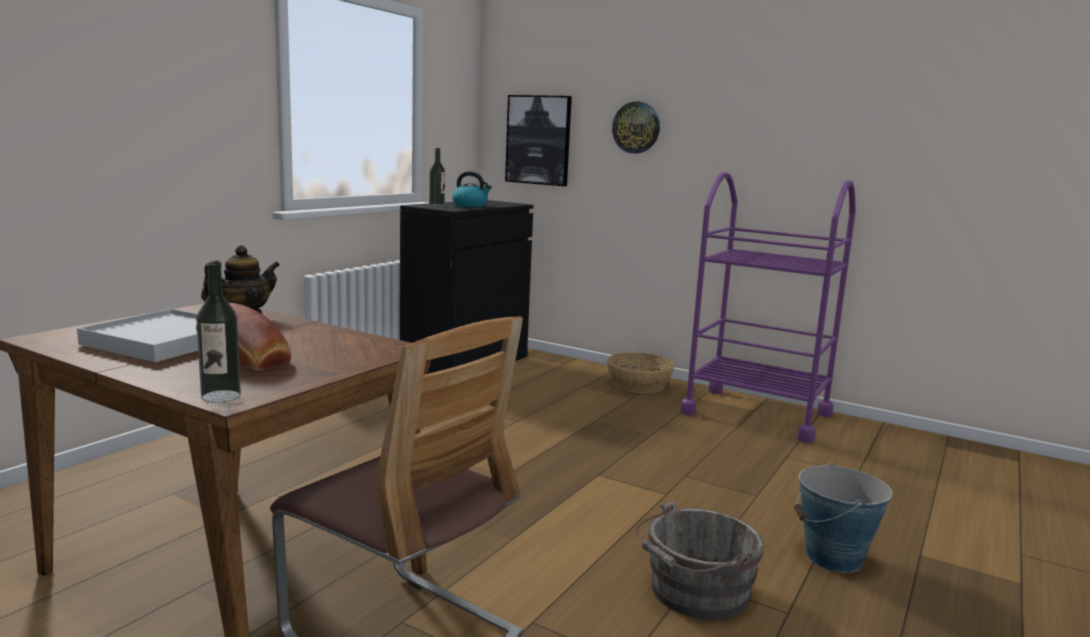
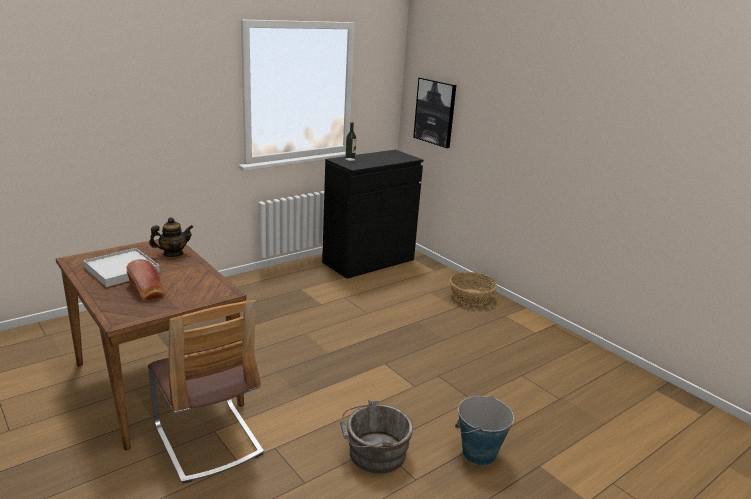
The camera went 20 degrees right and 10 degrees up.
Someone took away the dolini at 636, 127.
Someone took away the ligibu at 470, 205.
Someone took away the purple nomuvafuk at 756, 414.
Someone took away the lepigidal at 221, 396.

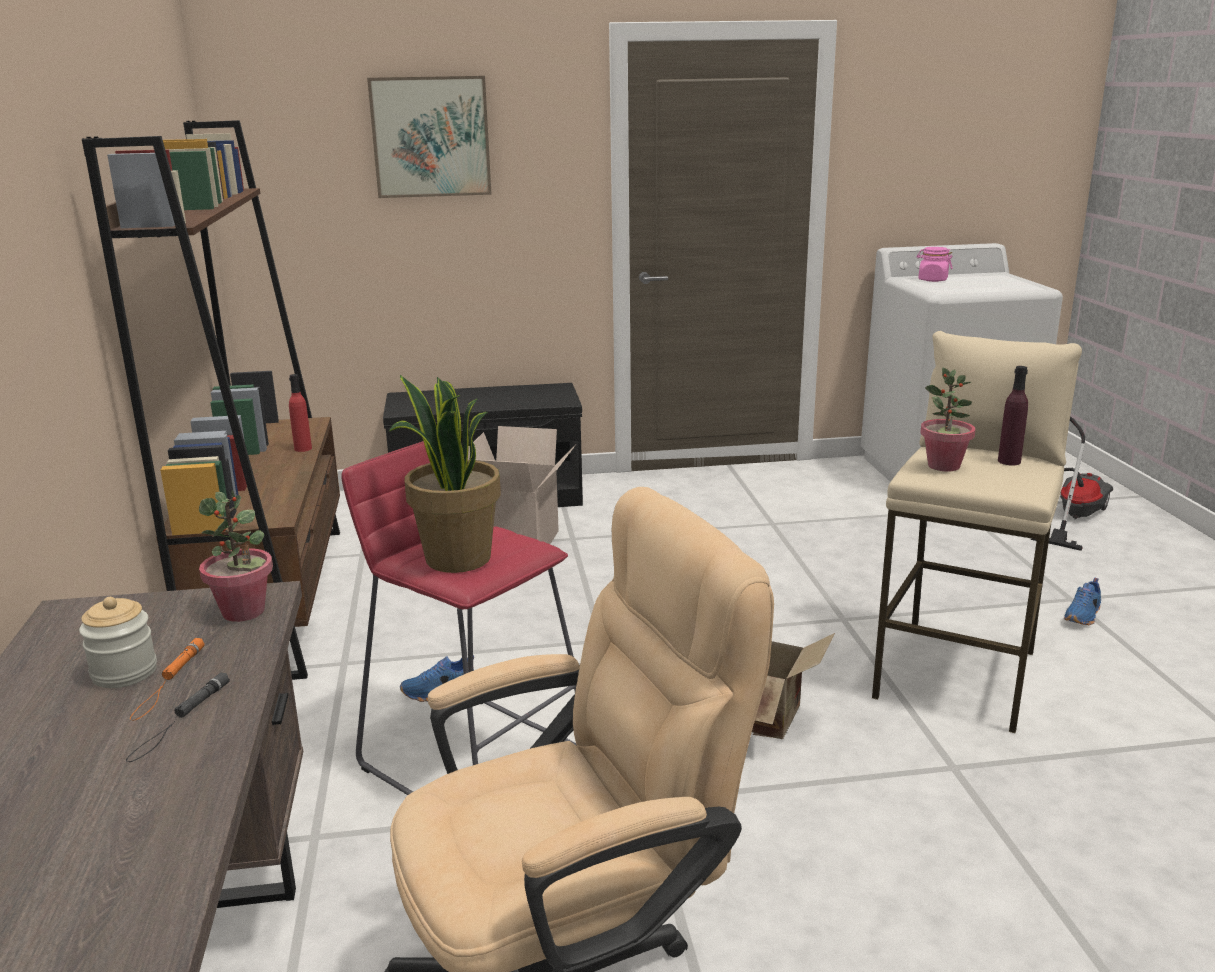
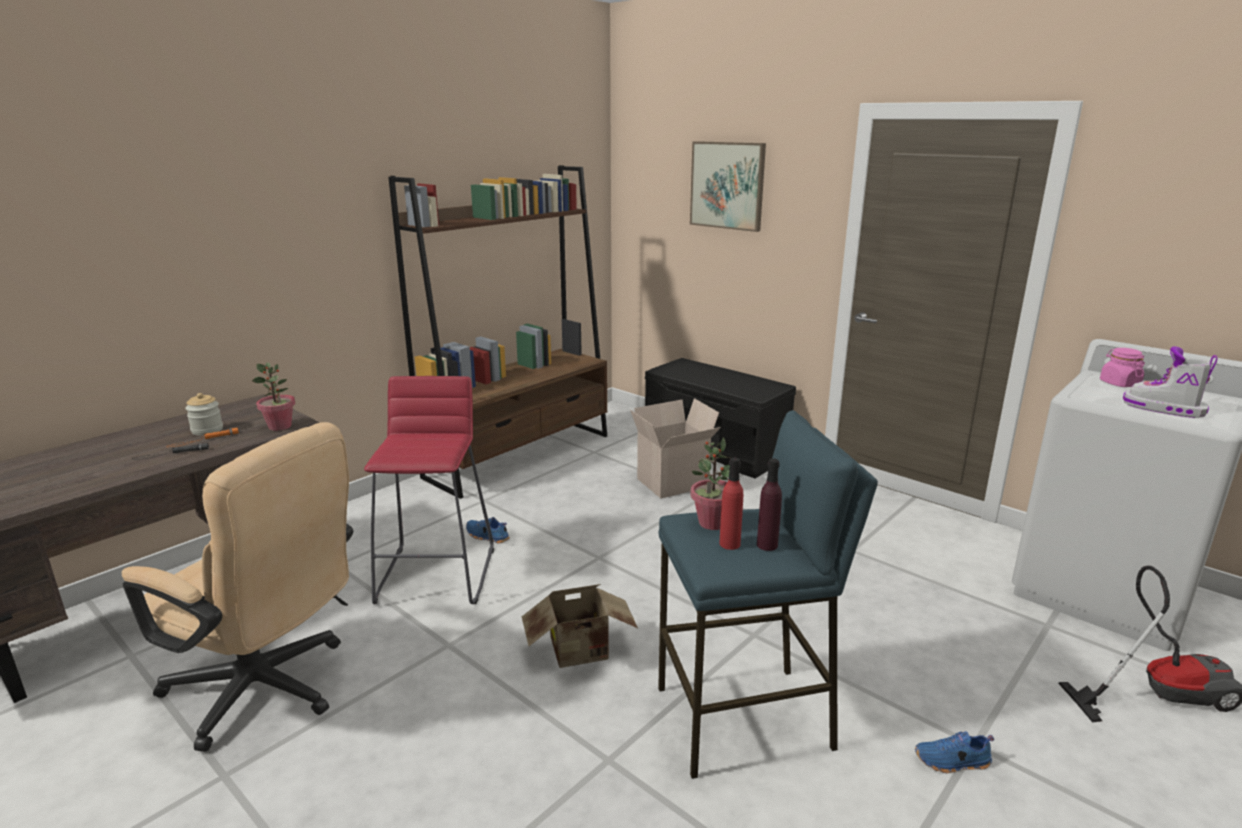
The camera went 50 degrees right and 0 degrees up.
Someone repainted the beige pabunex at 958, 674, which became the blue pabunex at 745, 719.
Someone carried the red lepigidal from 303, 449 to 729, 544.
Someone took away the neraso at 456, 559.
Someone put down the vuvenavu at 1163, 409.

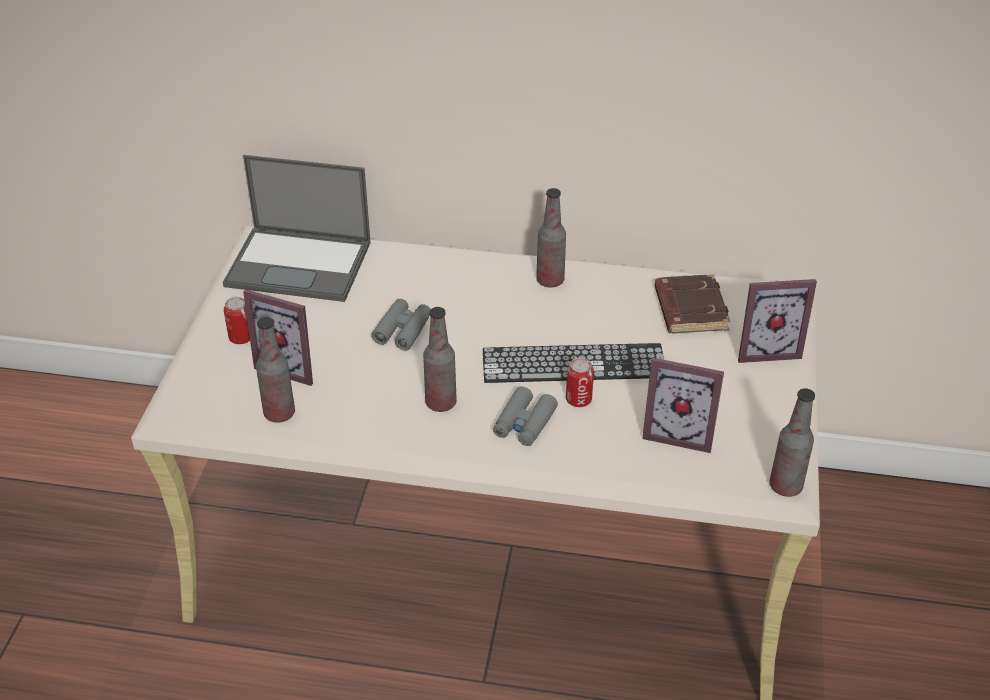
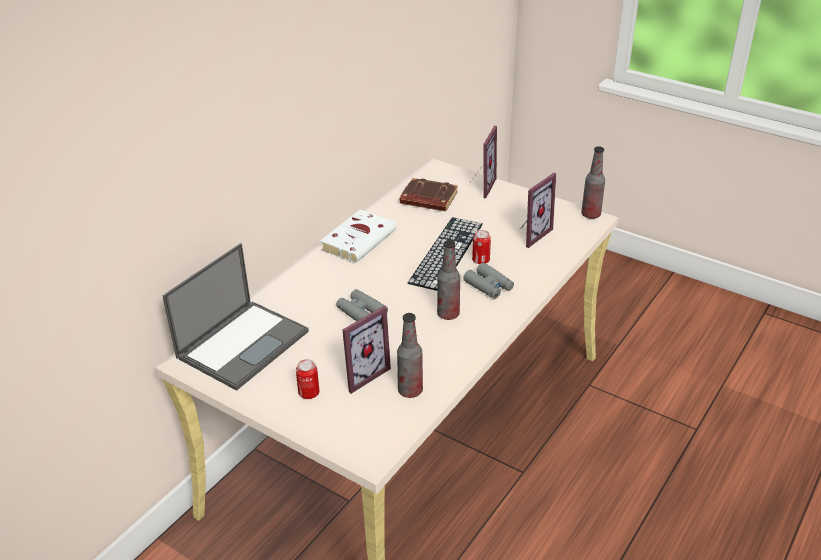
The camera went 65 degrees left and 5 degrees down.
Someone swapped the lepigidal at 550, 280 for the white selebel at 359, 239.

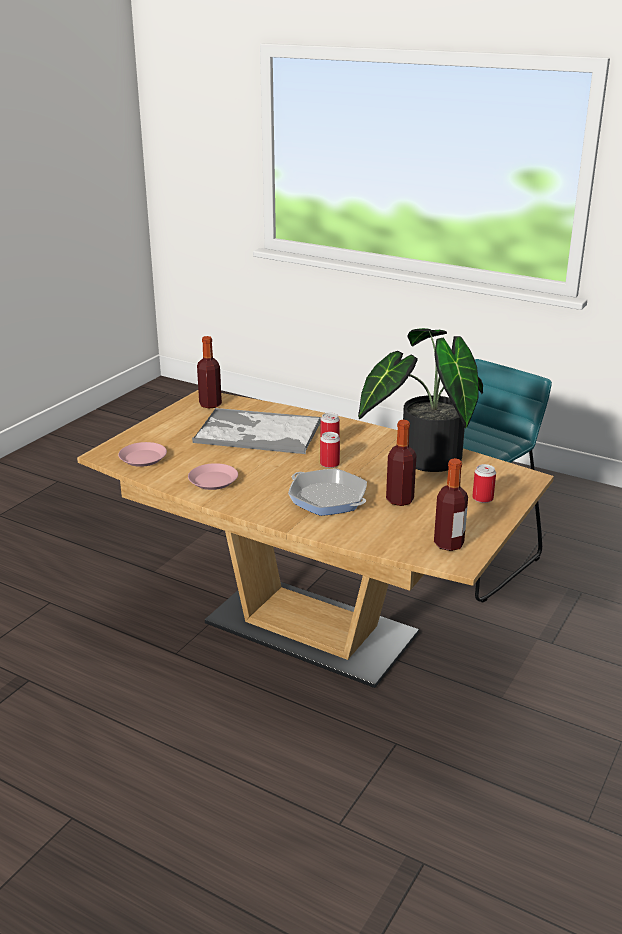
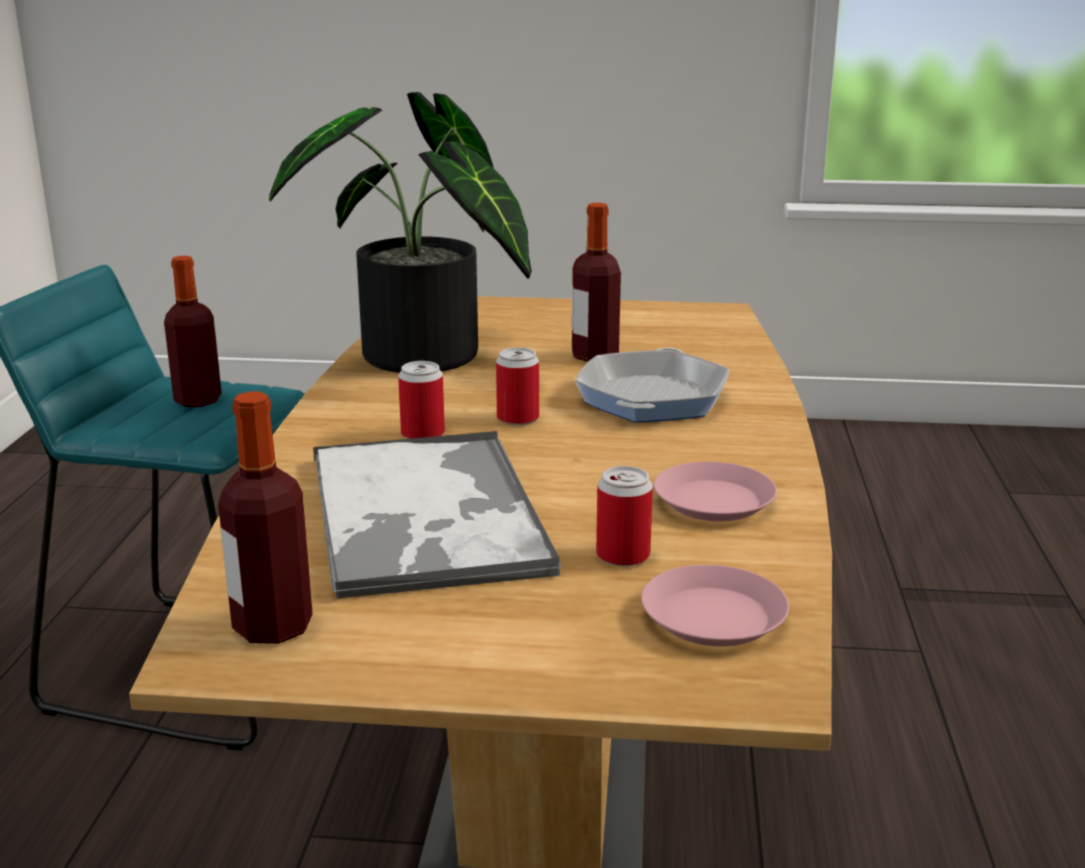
The camera went 115 degrees left and 5 degrees down.
Someone carried the lepigidal from 448, 544 to 198, 400.
Someone carried the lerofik from 482, 498 to 623, 555.

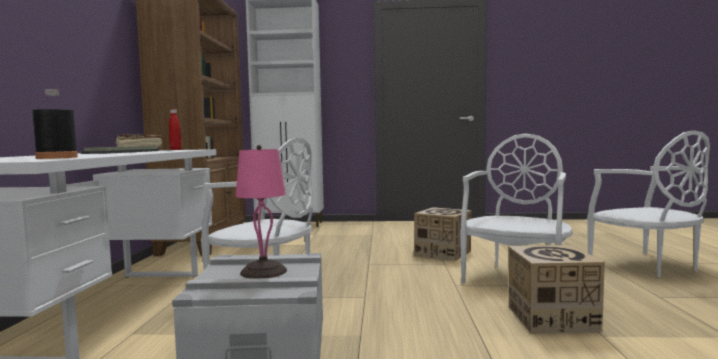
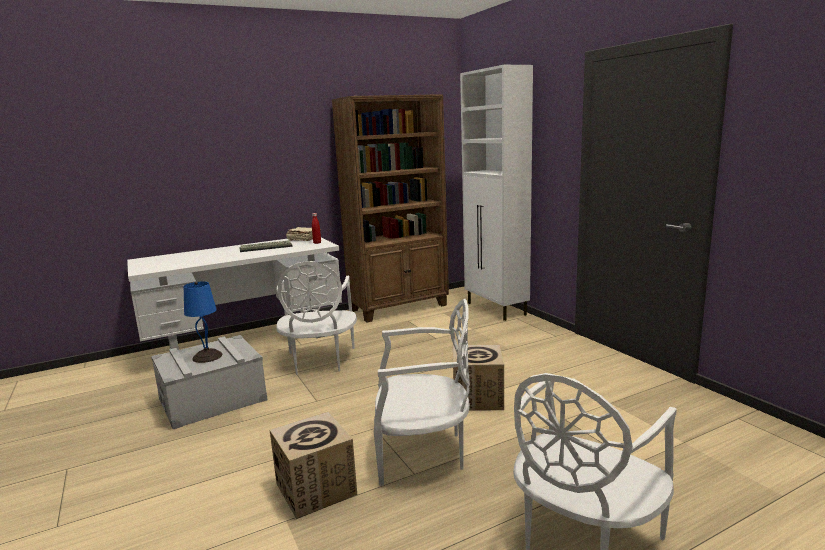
The camera went 60 degrees right and 10 degrees up.
Someone took away the black lepigidal at 57, 158.
Someone repainted the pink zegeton at 262, 271, which became the blue zegeton at 207, 356.

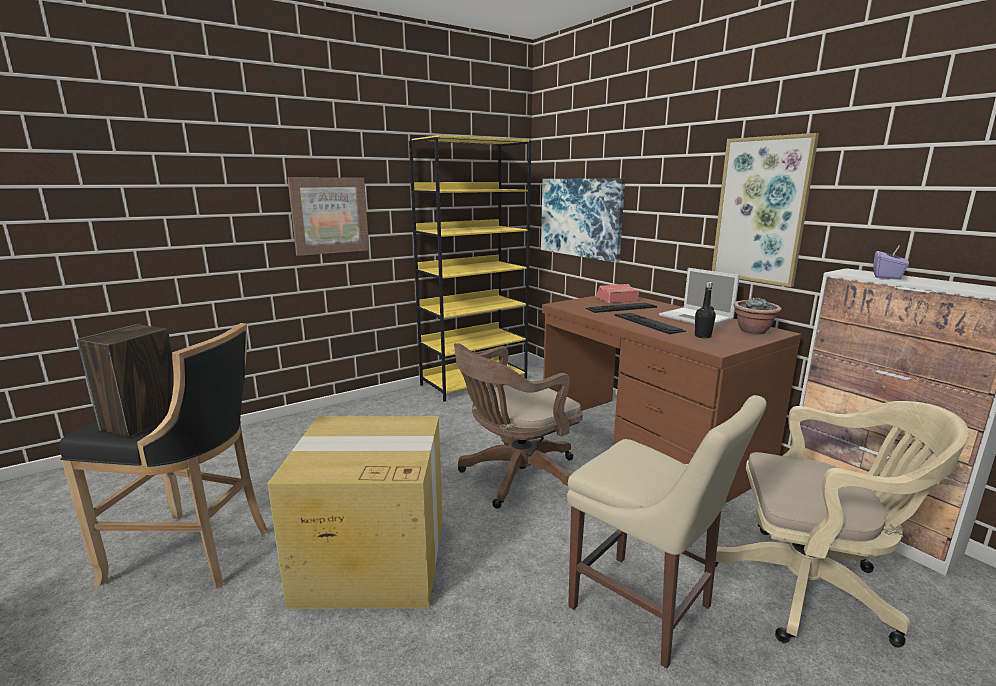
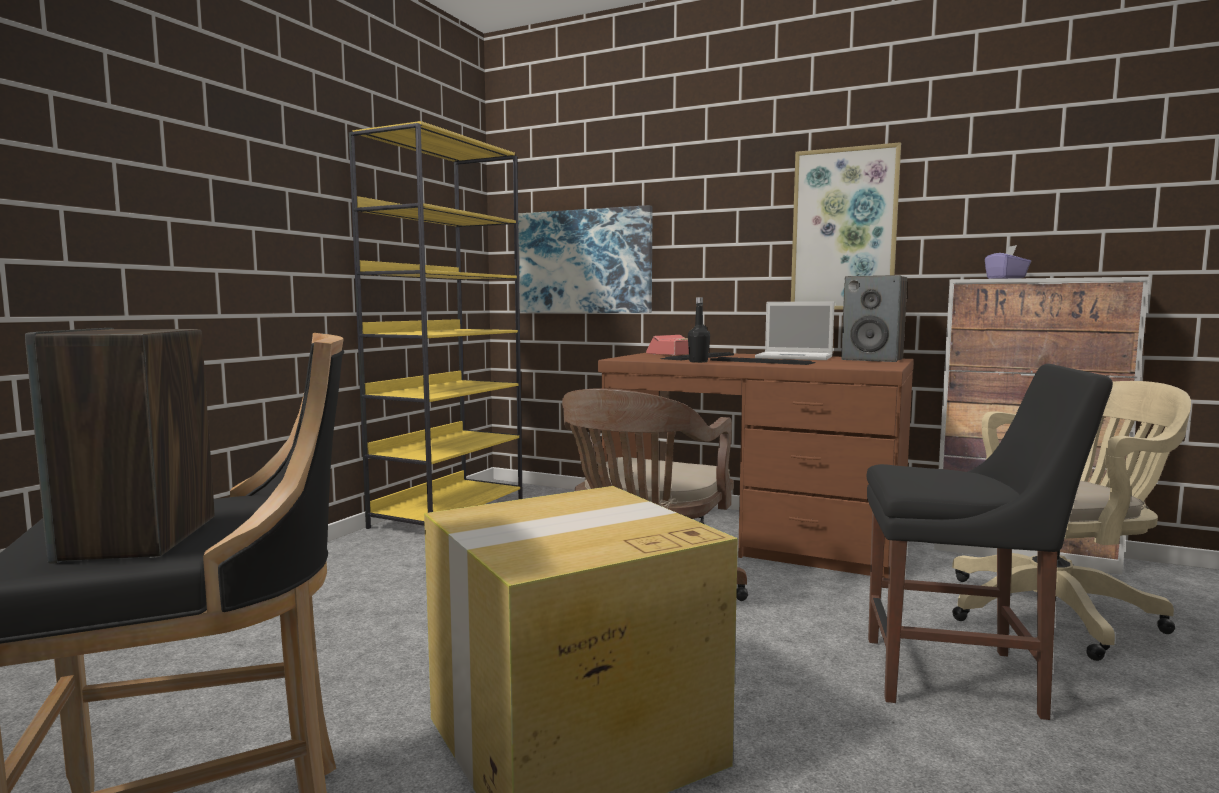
The camera went 30 degrees left and 10 degrees down.
Someone took away the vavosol at 329, 215.
Someone carried the black lepigidal from 702, 336 to 698, 362.
Someone swapped the neraso at 753, 331 for the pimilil at 873, 359.
Someone repainted the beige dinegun at 646, 610, which became the black dinegun at 960, 677.

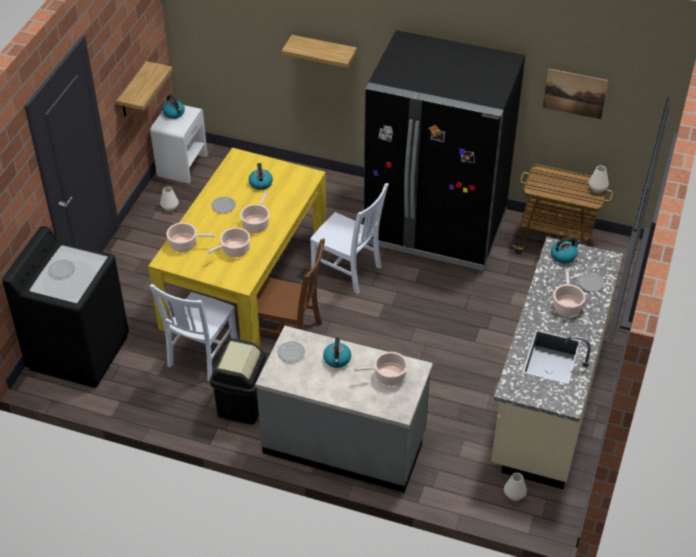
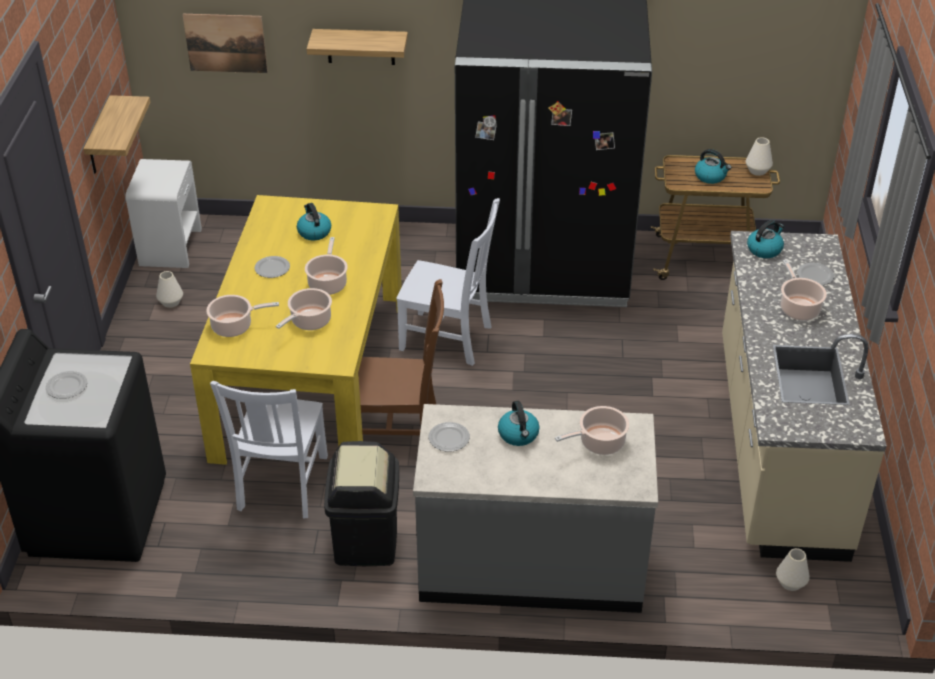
The camera went 15 degrees left and 5 degrees down.
Someone carried the vavosol from 575, 93 to 225, 43.
Someone carried the ligibu from 174, 113 to 711, 176.

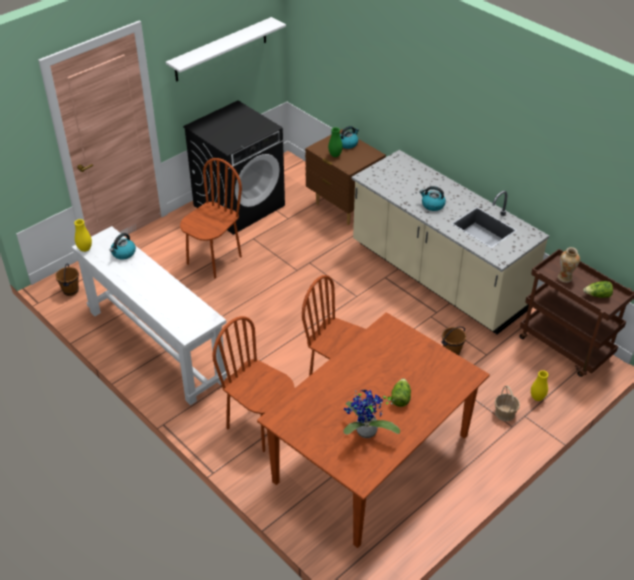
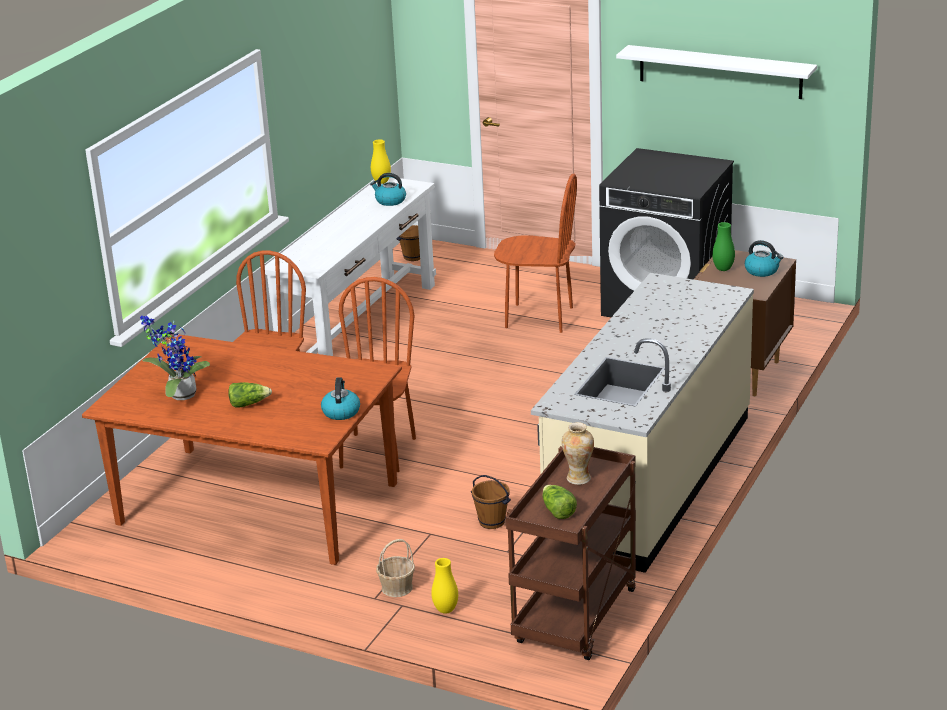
The camera went 70 degrees right and 15 degrees down.
Someone carried the ligibu from 432, 205 to 341, 412.

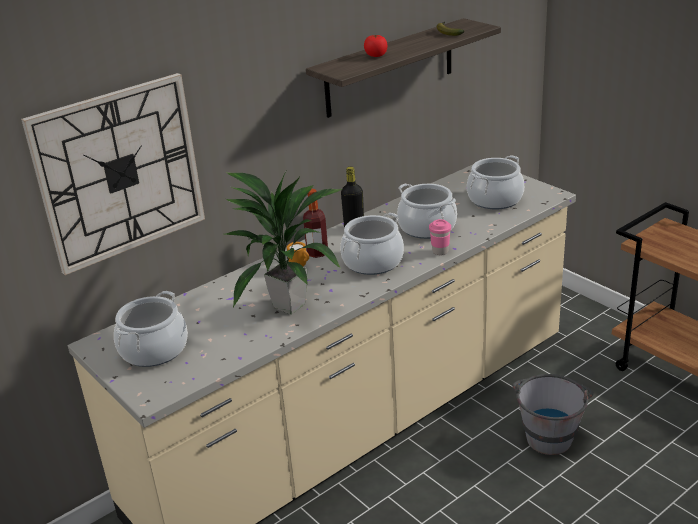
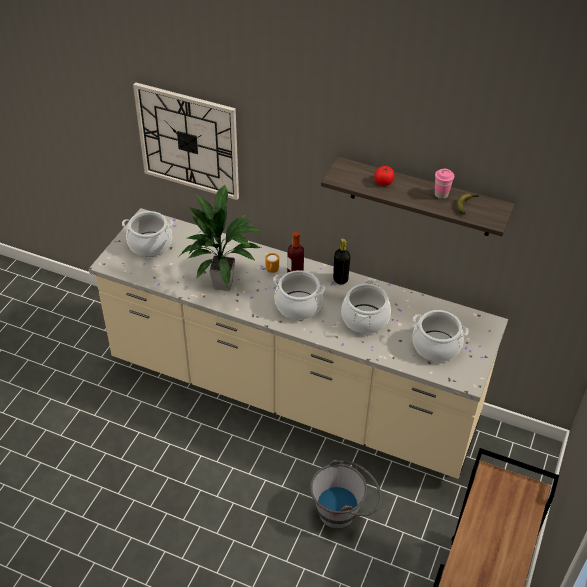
The camera went 60 degrees right and 15 degrees up.
Someone carried the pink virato from 440, 251 to 441, 195.

